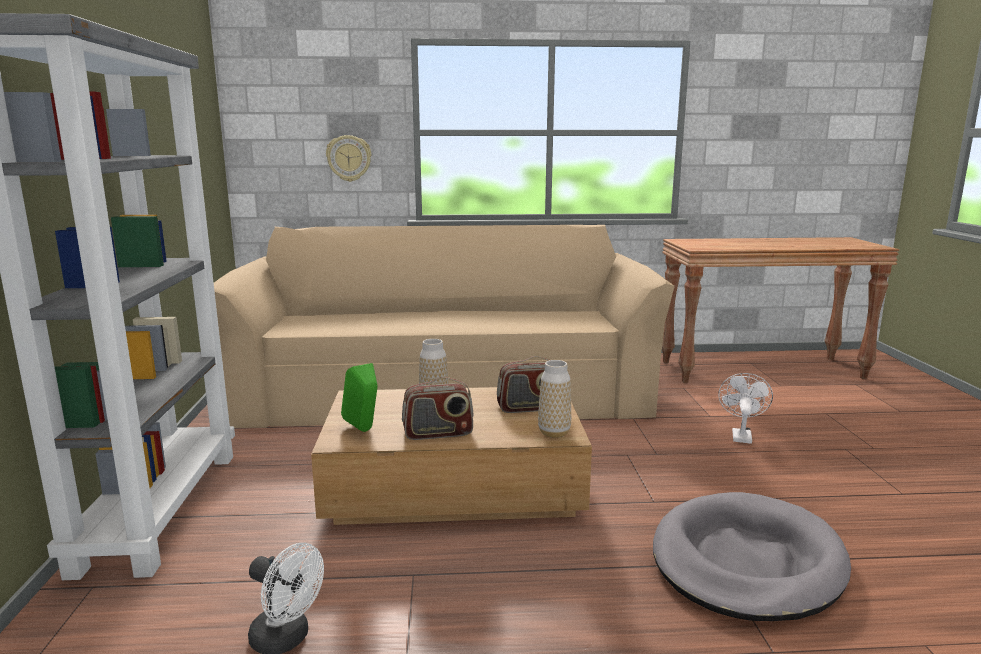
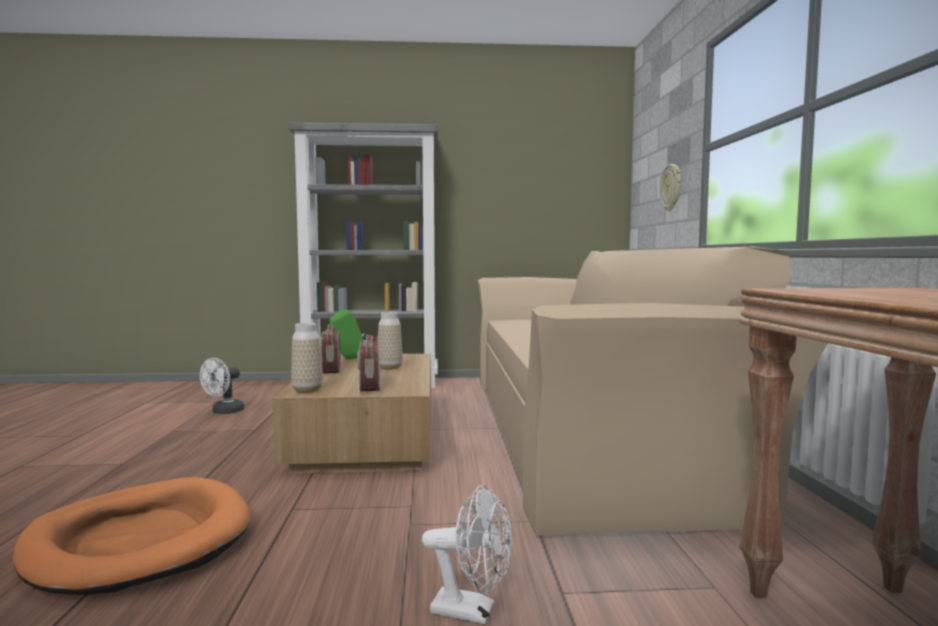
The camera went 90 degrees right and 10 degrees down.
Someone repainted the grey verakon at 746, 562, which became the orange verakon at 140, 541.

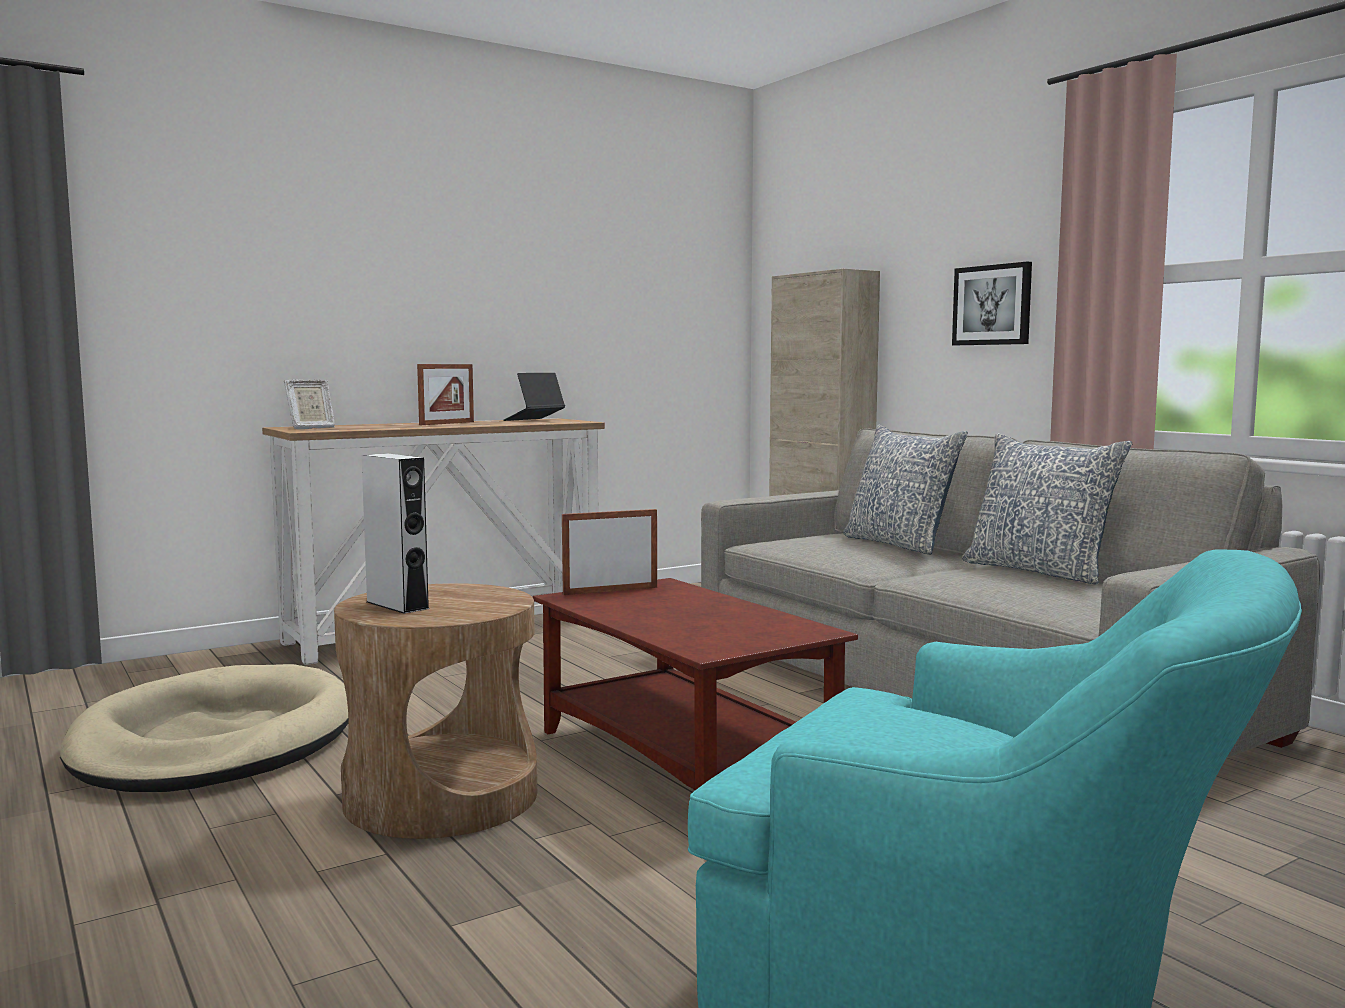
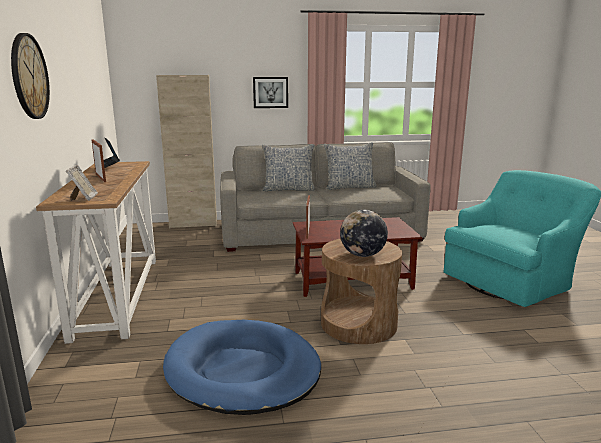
The camera went 65 degrees left and 10 degrees up.
Someone swapped the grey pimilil at 397, 605 for the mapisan at 362, 255.
Someone repainted the beige verakon at 215, 741, which became the blue verakon at 243, 371.
Someone put up the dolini at 29, 76.

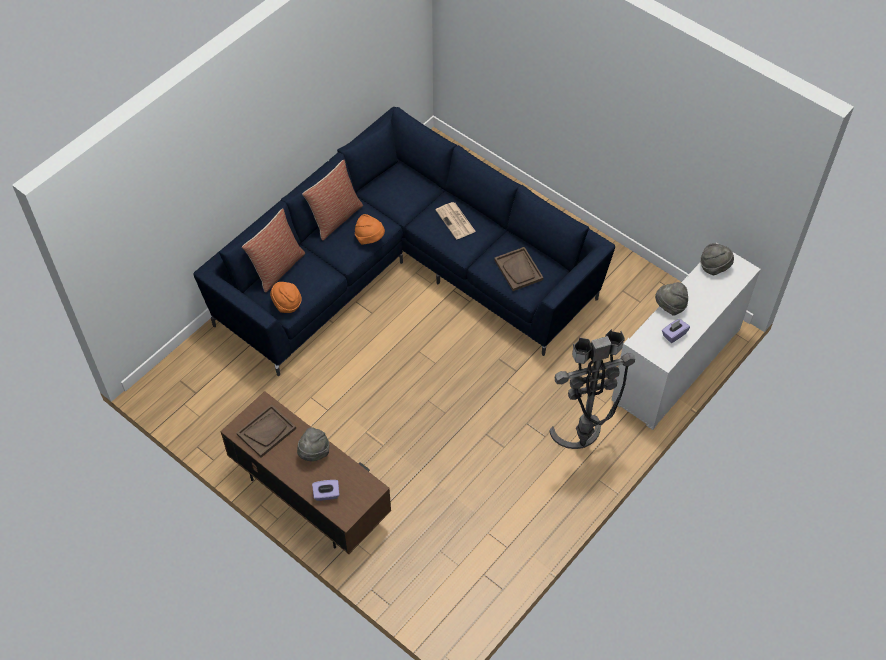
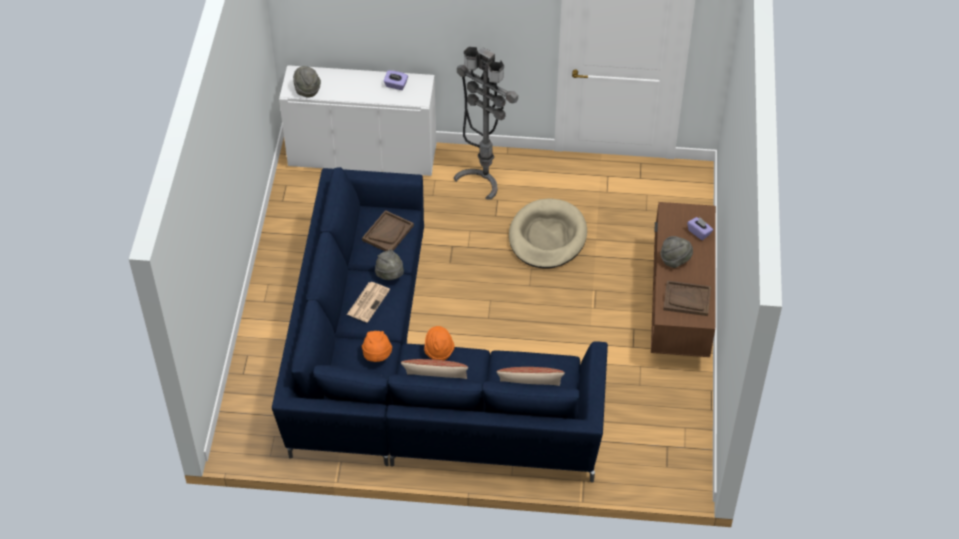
The camera went 125 degrees left and 5 degrees down.
Someone carried the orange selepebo from 287, 304 to 377, 356.
Someone carried the grey selepebo from 670, 306 to 390, 275.
Someone put down the beige verakon at 547, 237.

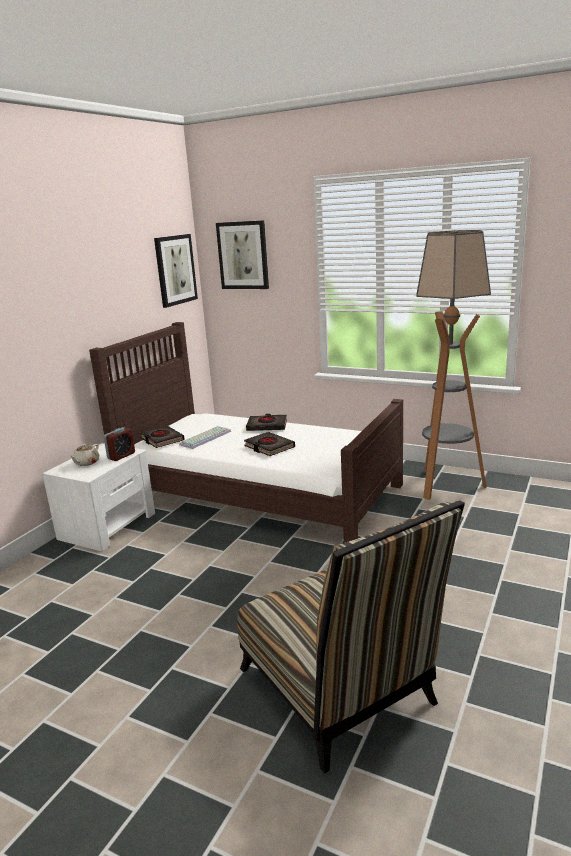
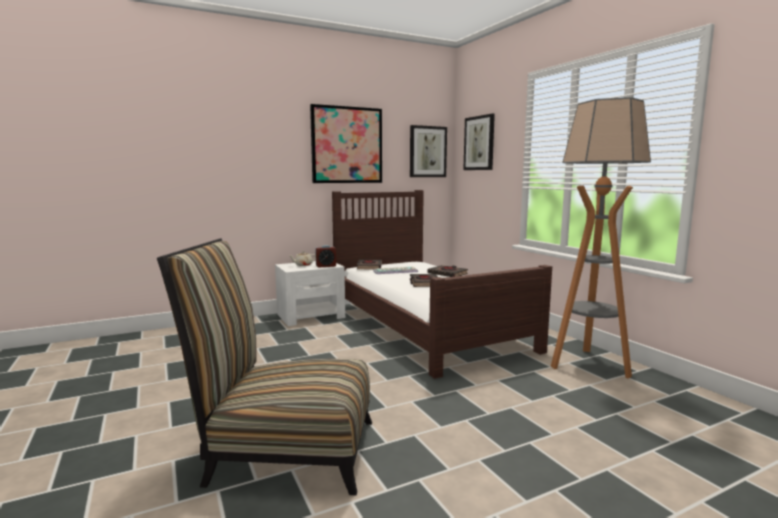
The camera went 35 degrees right and 10 degrees down.
Someone rotated the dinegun at 342, 694 by 90 degrees clockwise.
Someone put up the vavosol at 347, 145.

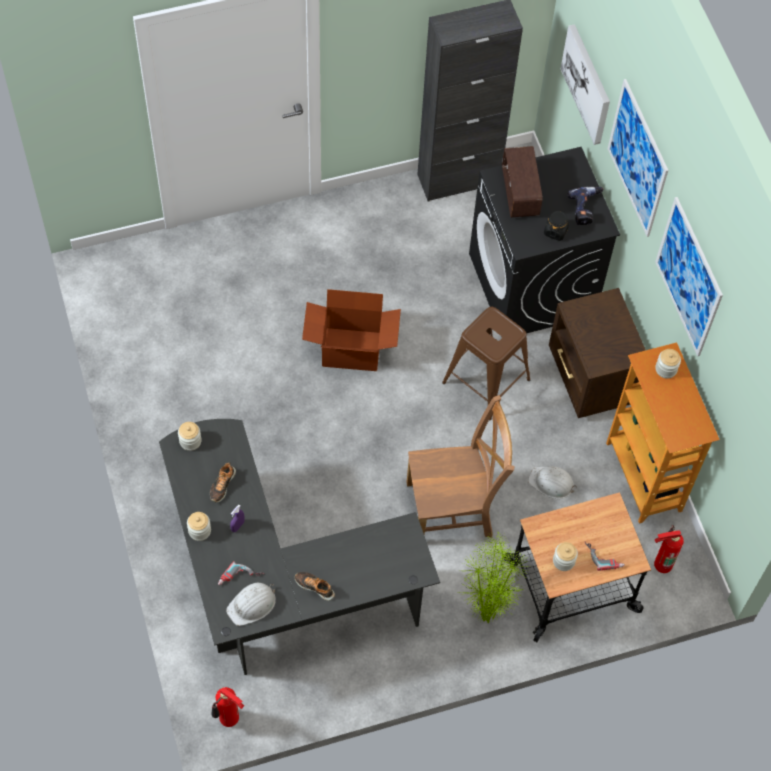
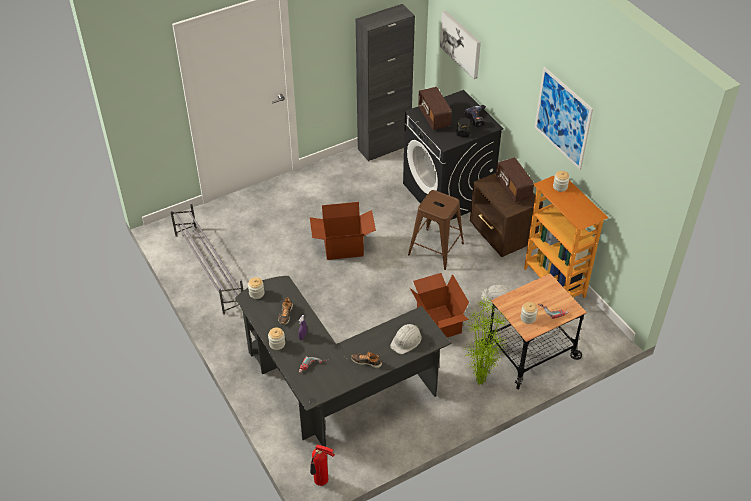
The camera went 10 degrees left and 15 degrees down.
Someone took away the vavosol at 637, 158.
Someone swapped the brown dinegun at 453, 509 for the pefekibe at 437, 323.
Someone took away the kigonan at 661, 563.
Someone carried the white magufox from 252, 604 to 406, 341.
Someone put down the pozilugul at 513, 188.
Someone put down the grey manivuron at 209, 269.

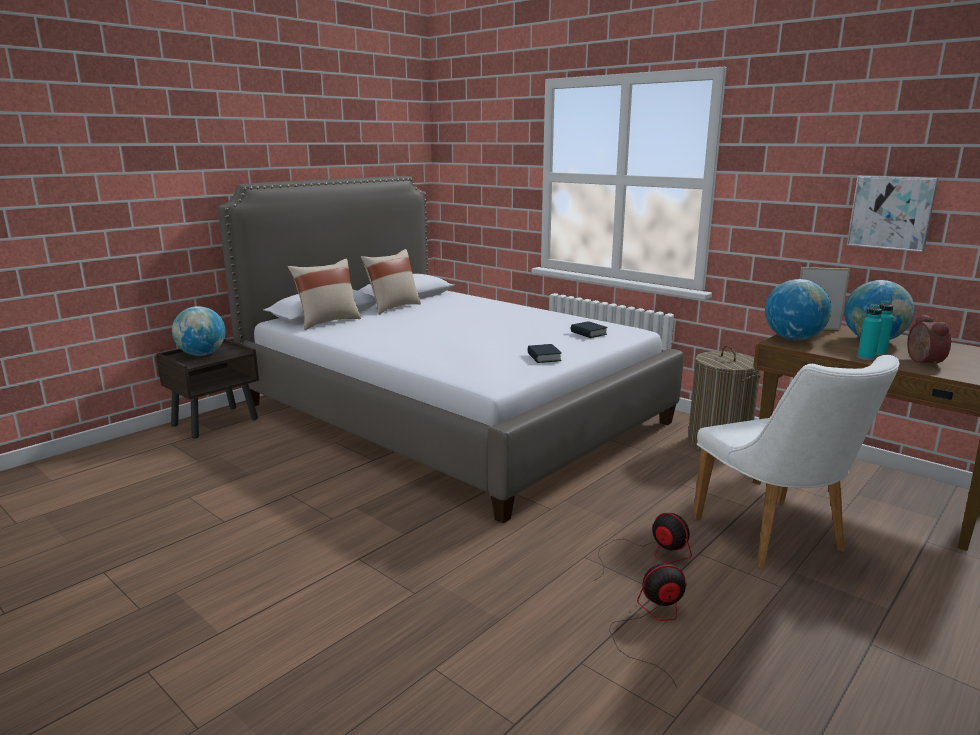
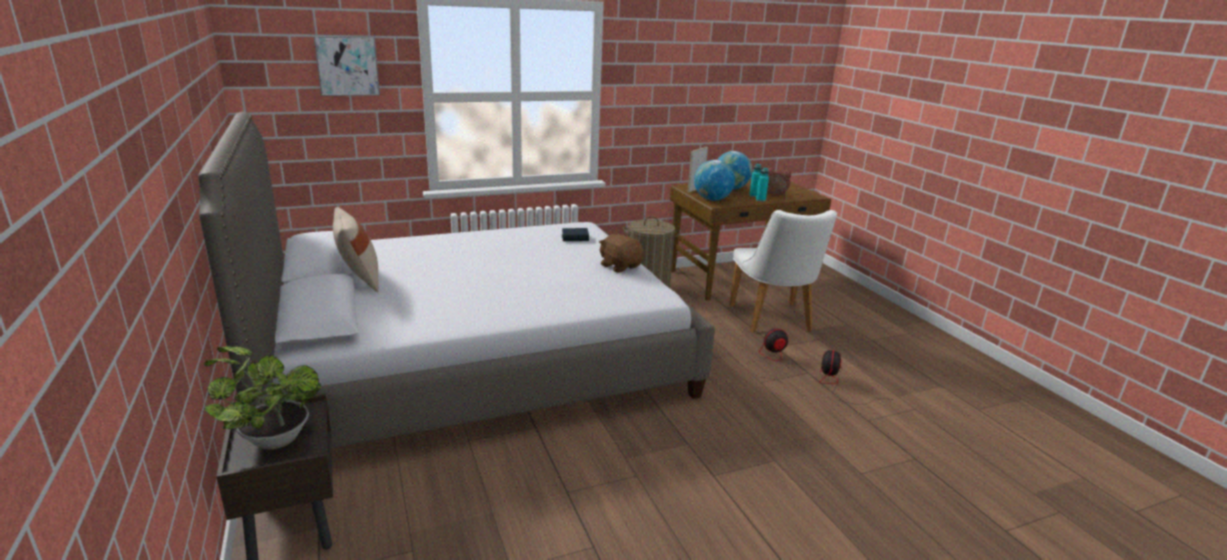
The camera went 65 degrees left and 5 degrees up.
Someone carried the vavosol from 891, 212 to 347, 66.
Someone took away the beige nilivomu at 327, 322.
Someone swapped the mapisan at 202, 354 for the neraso at 272, 439.
Someone swapped the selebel at 544, 357 for the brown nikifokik at 620, 266.
Someone rotated the white dinegun at 777, 539 by 75 degrees clockwise.

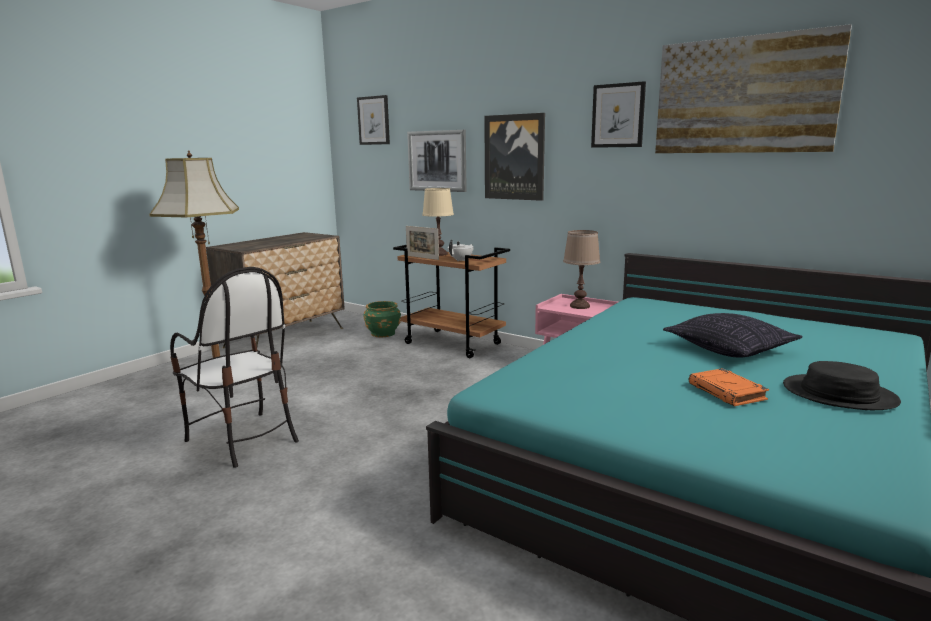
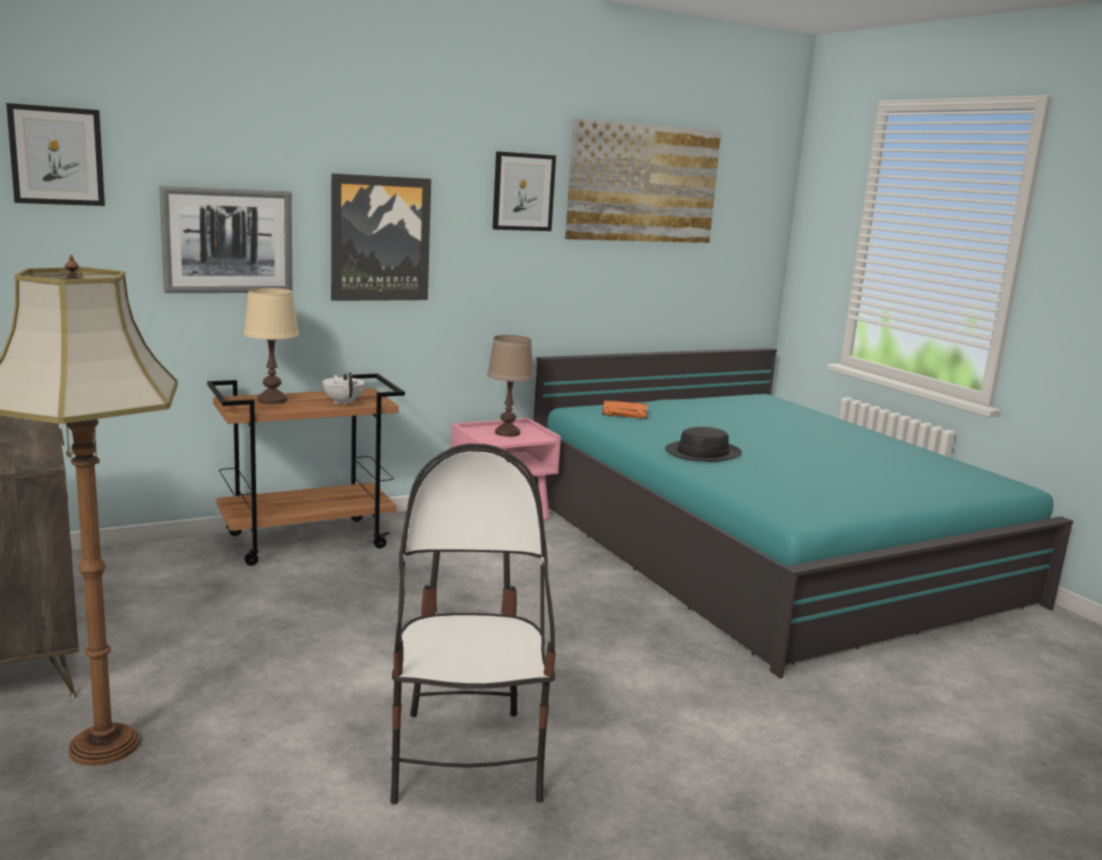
The camera went 65 degrees left and 0 degrees up.
Someone took away the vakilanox at 422, 257.
Someone rotated the dinegun at 243, 439 by 75 degrees counterclockwise.
Someone took away the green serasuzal at 383, 333.
Someone took away the nilivomu at 729, 349.
Someone carried the black selepebo from 838, 394 to 703, 453.
Someone carried the orange selebel from 727, 392 to 625, 413.

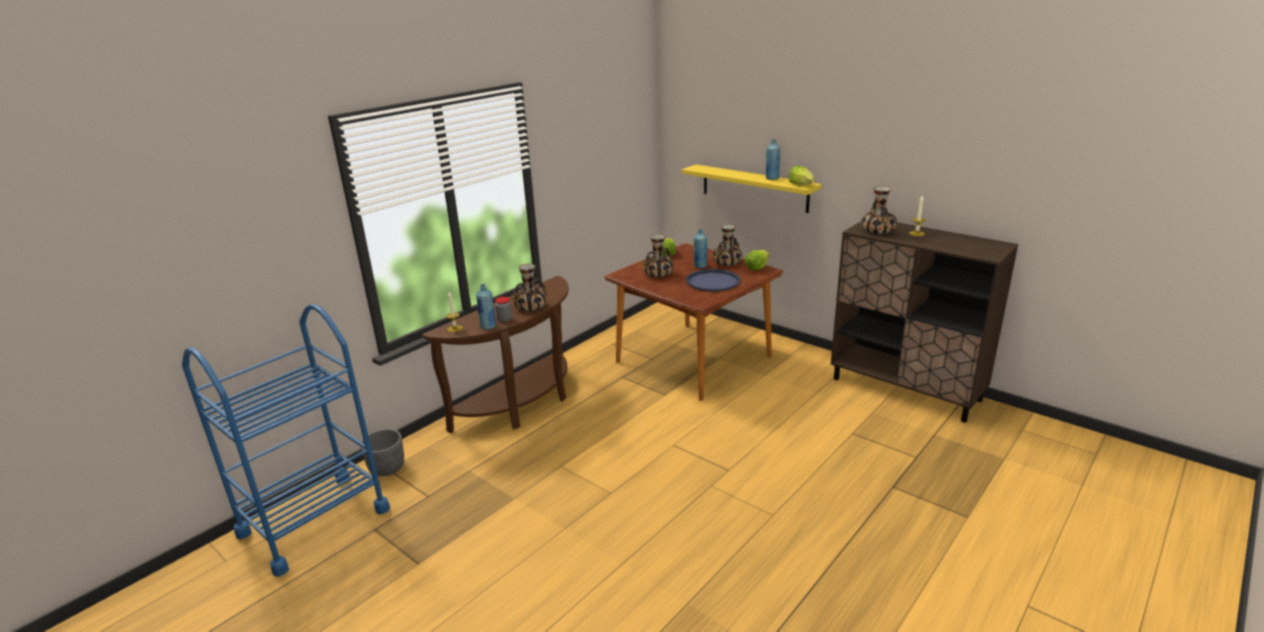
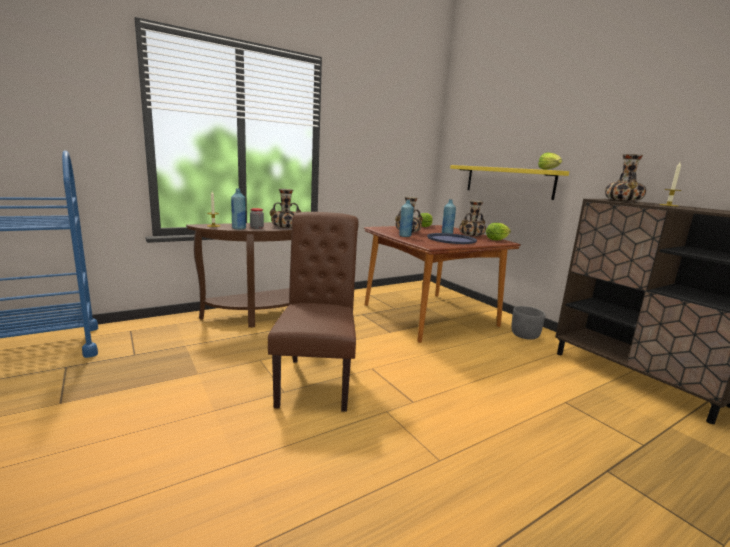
The camera went 15 degrees right and 10 degrees down.
Someone carried the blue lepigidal from 772, 178 to 405, 236.
Someone carried the grey serasuzal from 387, 468 to 524, 335.
Someone put down the brown dinegun at 316, 379.

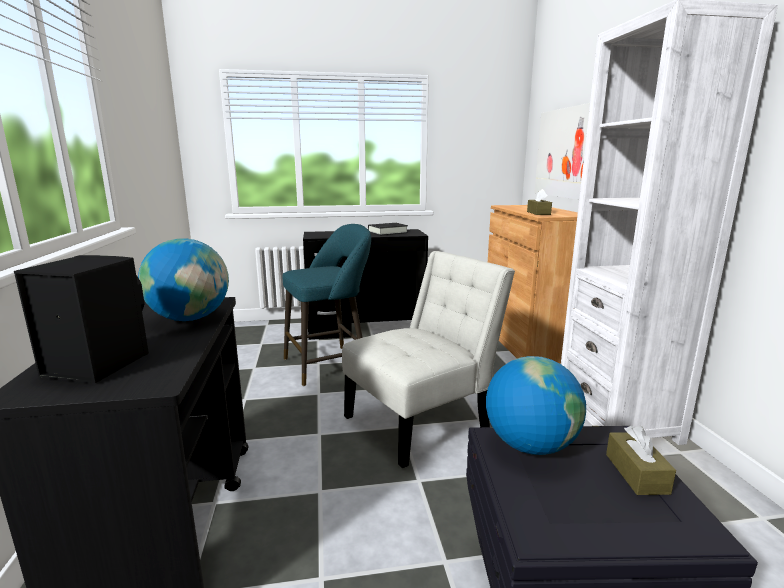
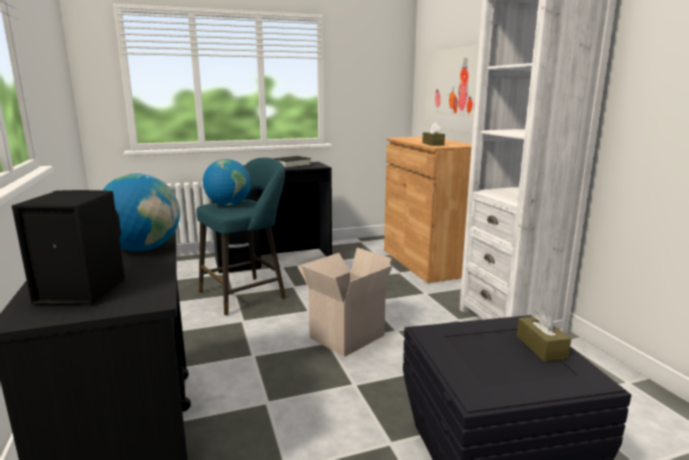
The camera went 10 degrees left and 0 degrees up.
Someone swapped the white dinegun at 422, 420 for the pefekibe at 346, 335.
Someone carried the mapisan from 529, 445 to 228, 205.

